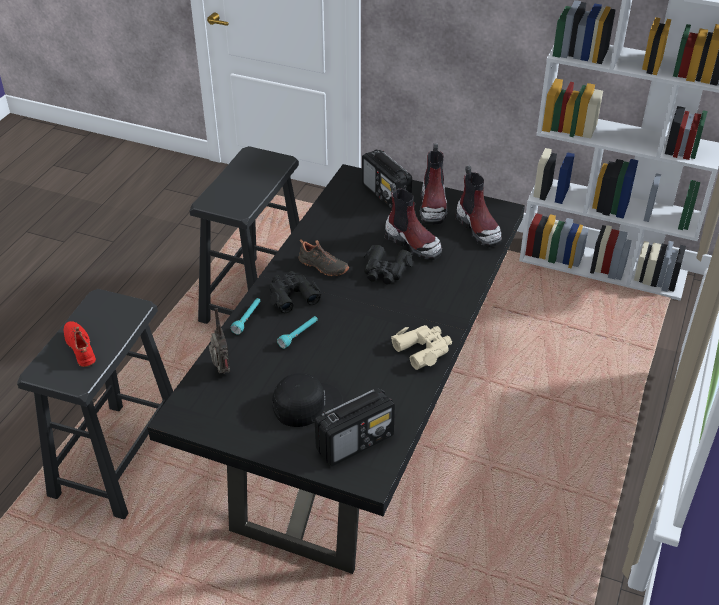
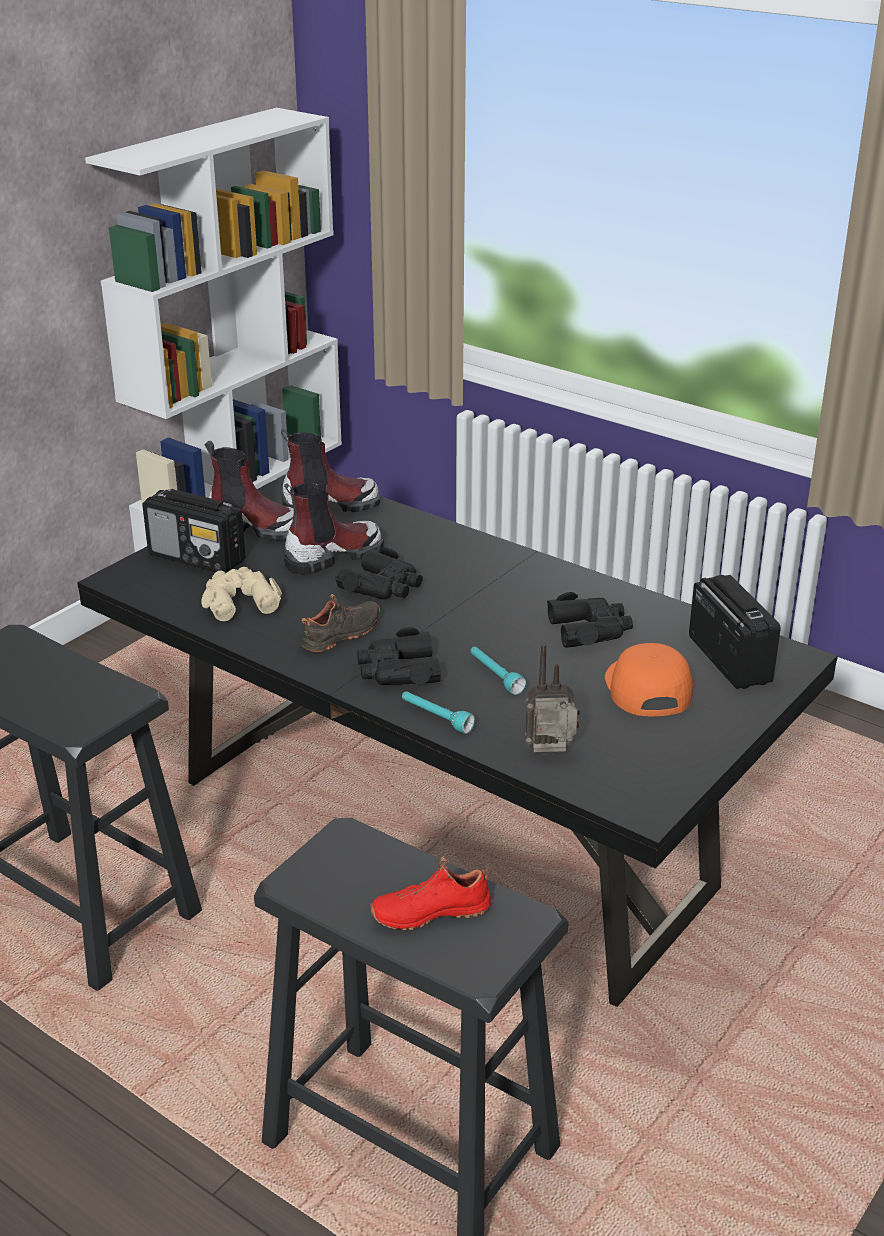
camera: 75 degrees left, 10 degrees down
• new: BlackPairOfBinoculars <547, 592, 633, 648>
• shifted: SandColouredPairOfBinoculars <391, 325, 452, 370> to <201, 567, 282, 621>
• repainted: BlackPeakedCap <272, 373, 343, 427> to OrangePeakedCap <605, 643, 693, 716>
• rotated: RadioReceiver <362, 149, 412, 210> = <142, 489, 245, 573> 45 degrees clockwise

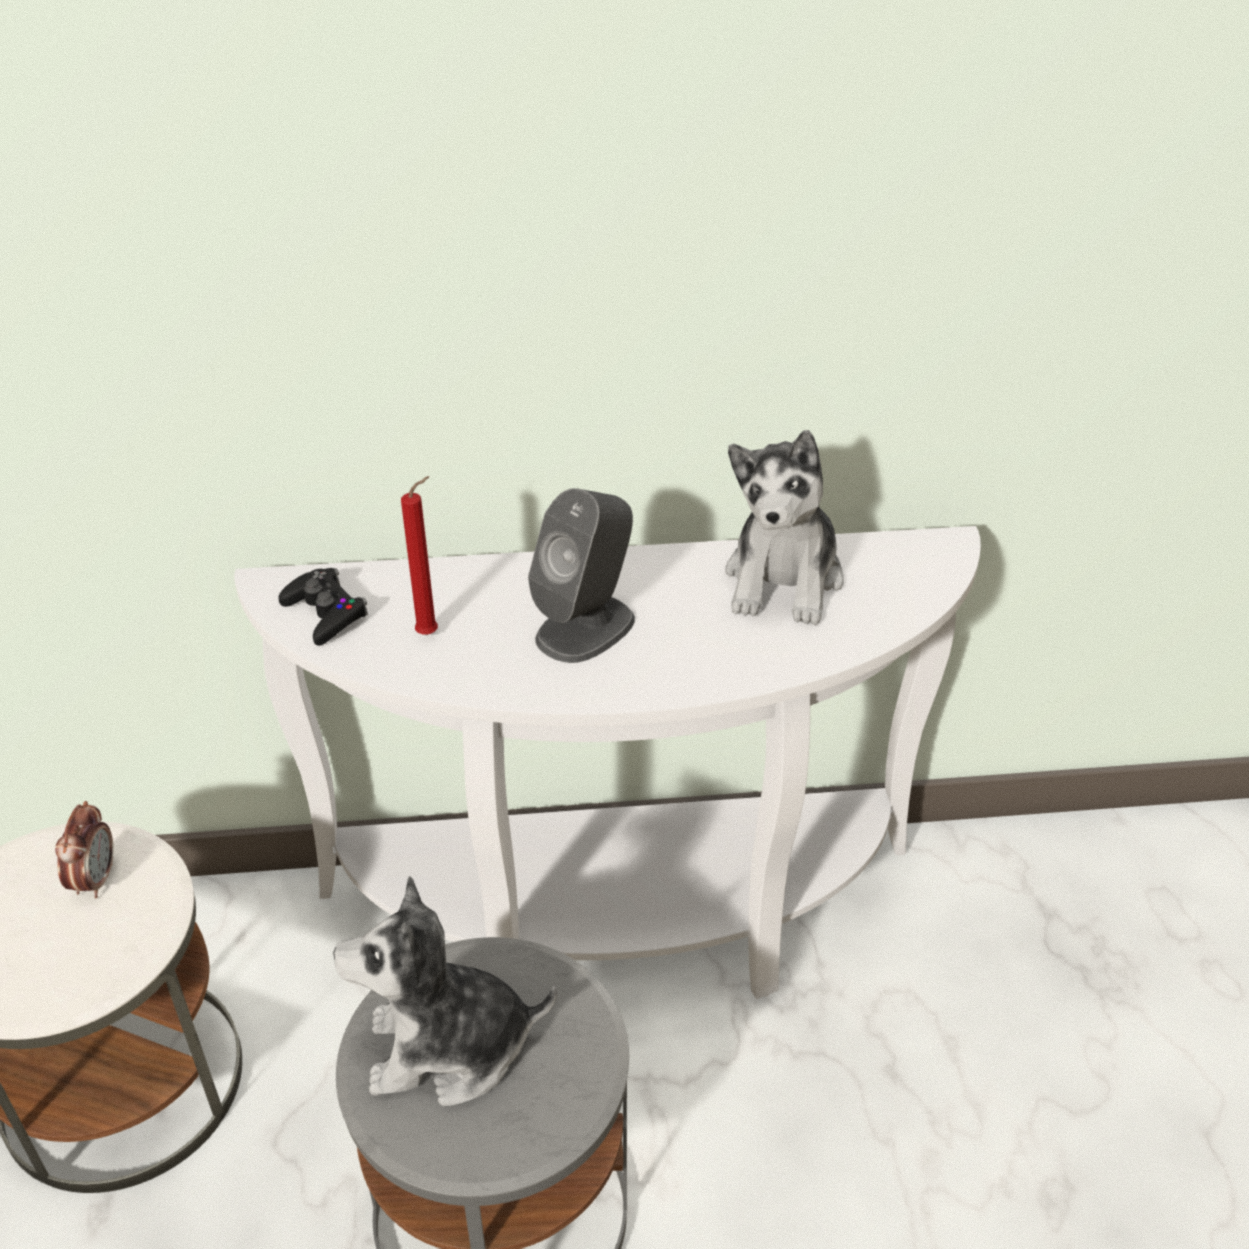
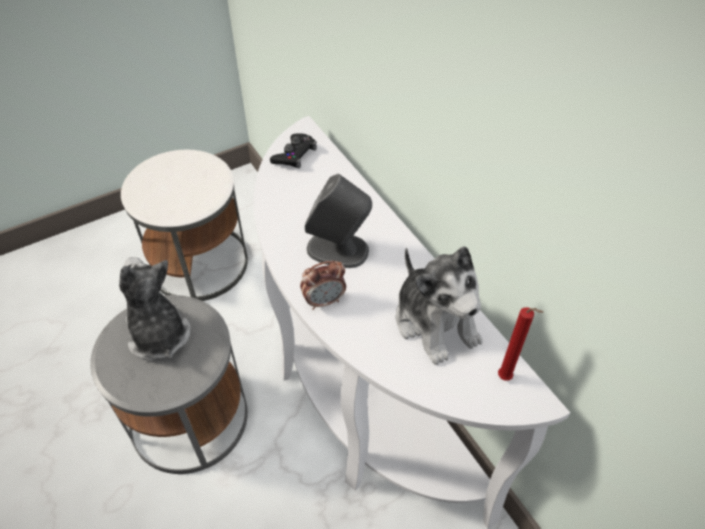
camera: 65 degrees right, 10 degrees up
• shifted: TableClock <55, 801, 114, 898> to <300, 261, 346, 310>
• shifted: RedColouredWaxLight <401, 476, 438, 635> to <498, 307, 544, 380>
• rotated: CuddlyToy <725, 430, 844, 625> = <396, 246, 483, 365> 105 degrees counterclockwise

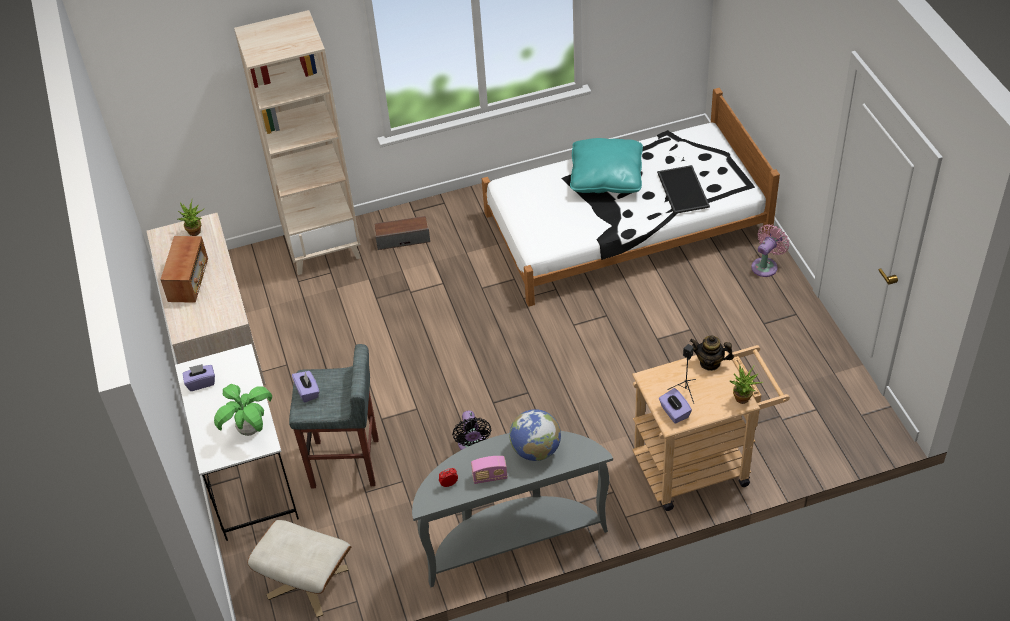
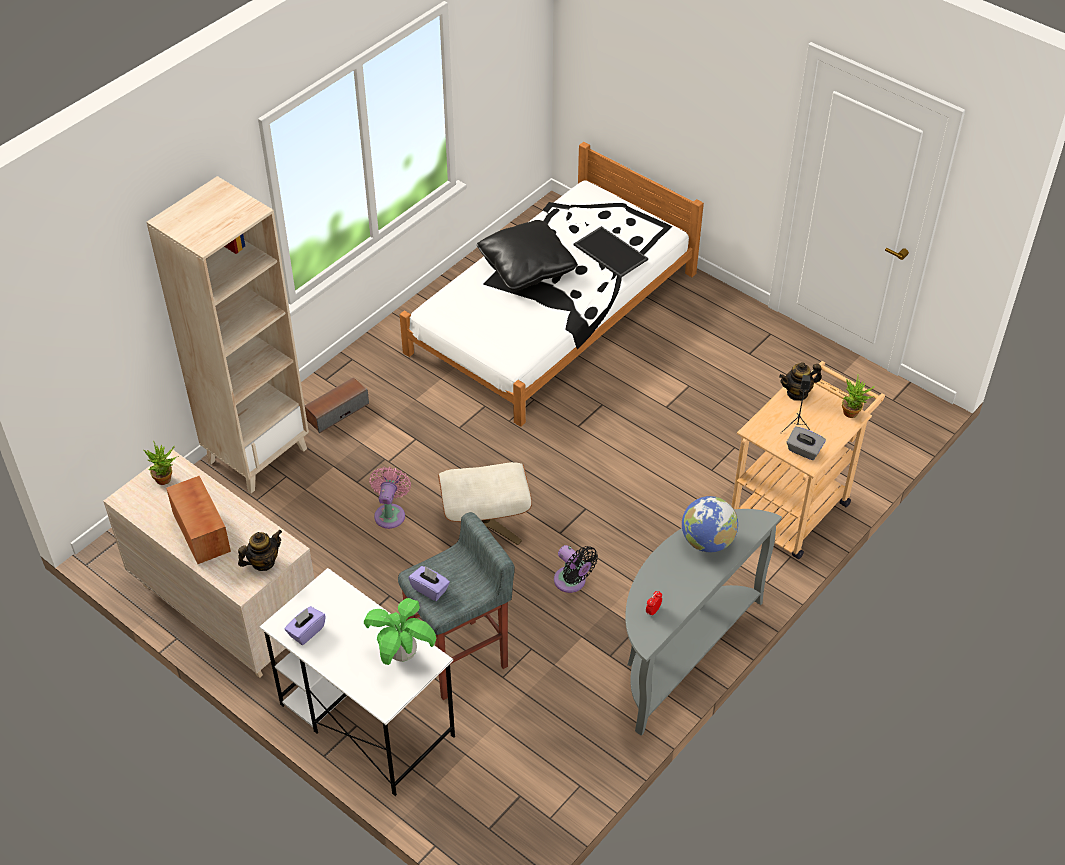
camera: 35 degrees left, 0 degrees up
• gone: RadioReceiver <471, 456, 508, 484>
• new: Teapot <238, 530, 282, 571>
• shifted: SandColouredOttoman <247, 520, 352, 617> to <438, 462, 532, 545>
• shifted: PinkColouredElectricFan <751, 224, 789, 277> to <369, 467, 411, 529>
• repainted: BlueGreenPillow <570, 138, 643, 193> to BlackPillow <477, 220, 578, 291>
• repainted: PurplishBoxOfTissues <659, 388, 692, 424> to GreyBoxOfTissues <787, 427, 826, 460>

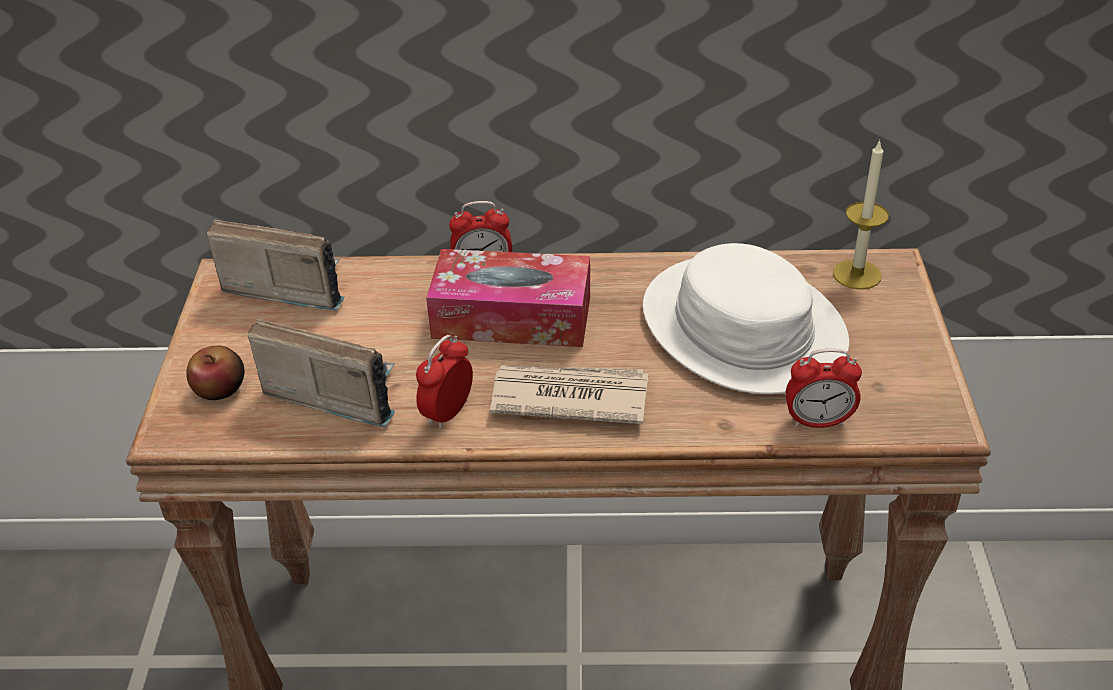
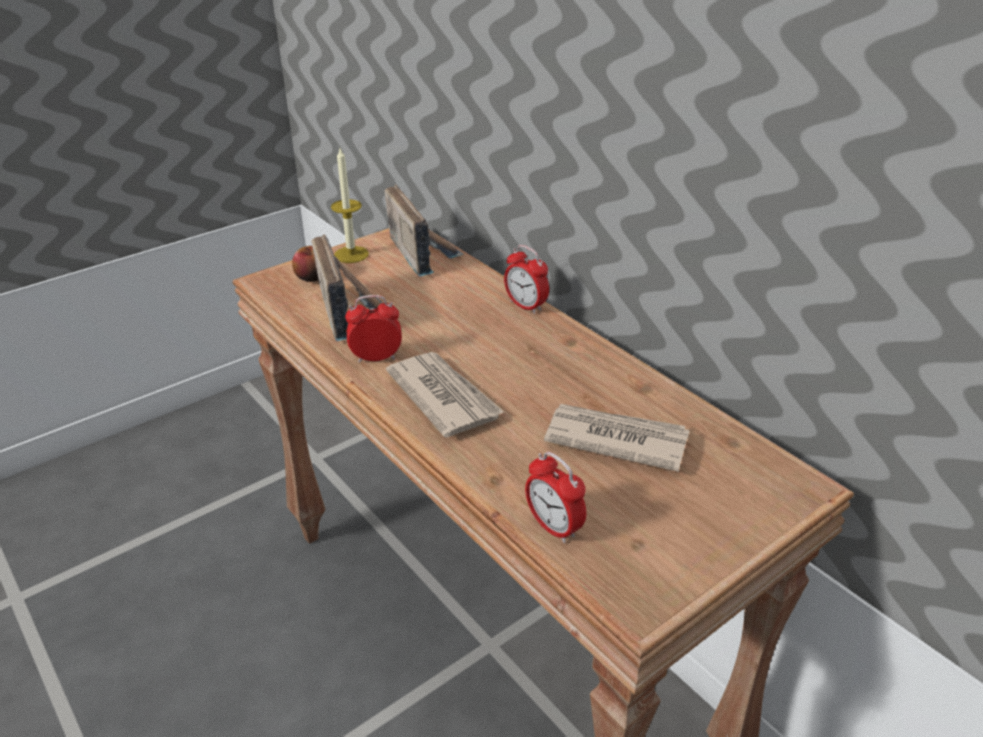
camera: 50 degrees right, 5 degrees down
• gone: BoxOfTissues <426, 249, 590, 347>
• shifted: WaxLight <833, 140, 889, 290> to <331, 148, 369, 263>
• swapped: WhiteColouredHat <643, 243, 849, 394> to PrintedPaper <544, 404, 690, 472>

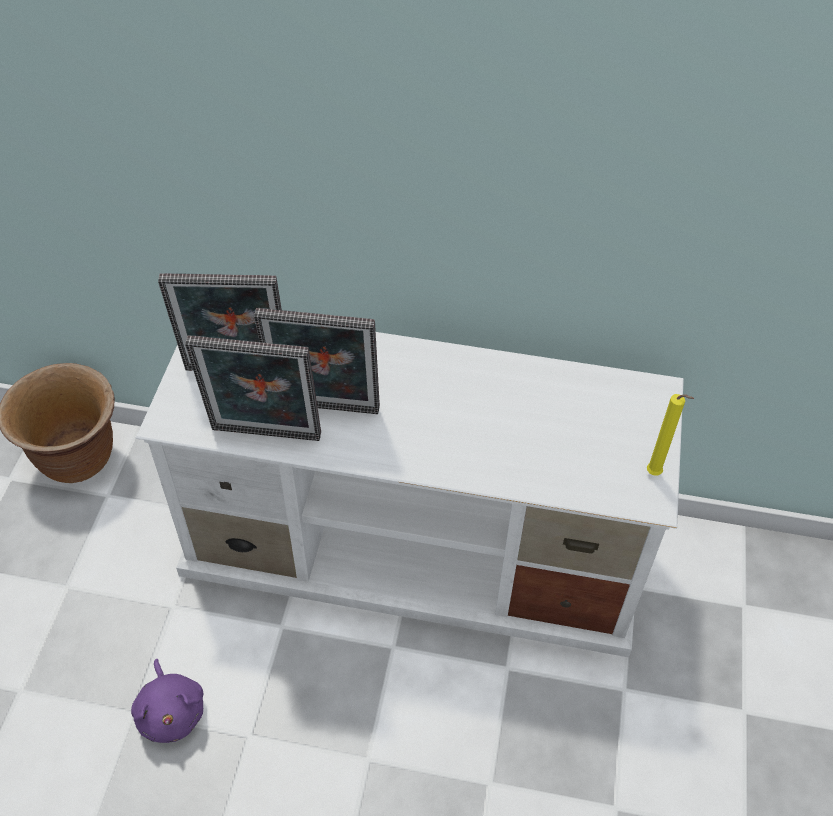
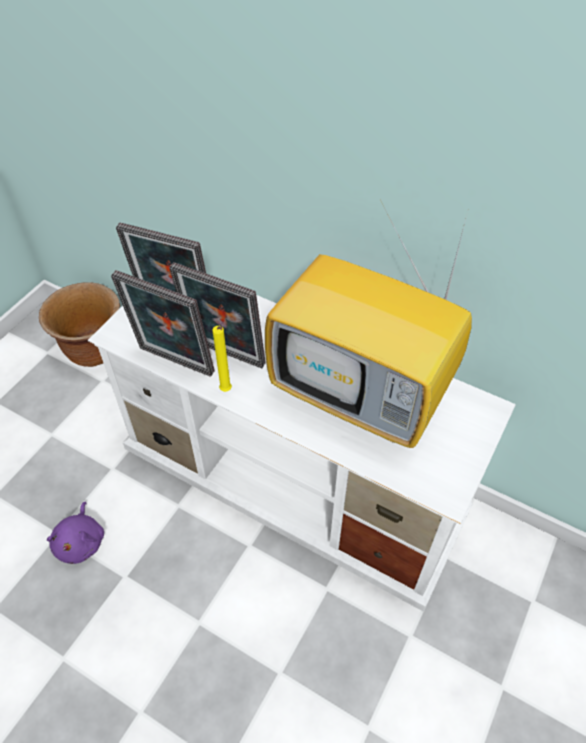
camera: 20 degrees right, 0 degrees up
• new: Television <265, 215, 472, 448>
• shifted: YellowColouredWaxLight <647, 394, 694, 476> to <212, 326, 232, 392>

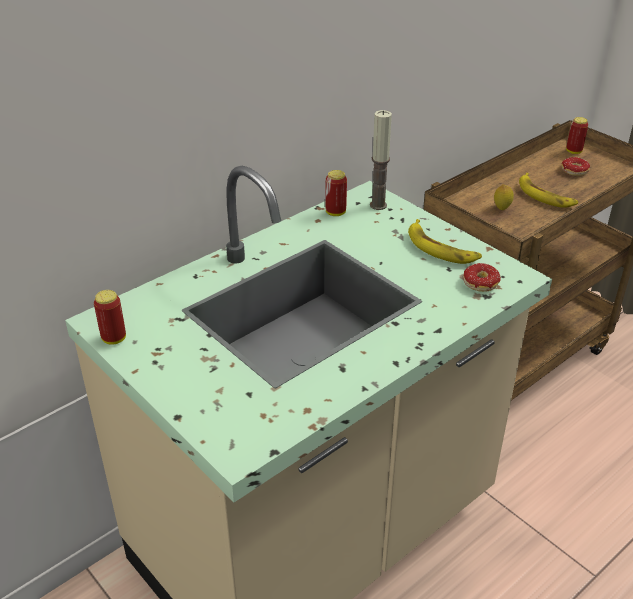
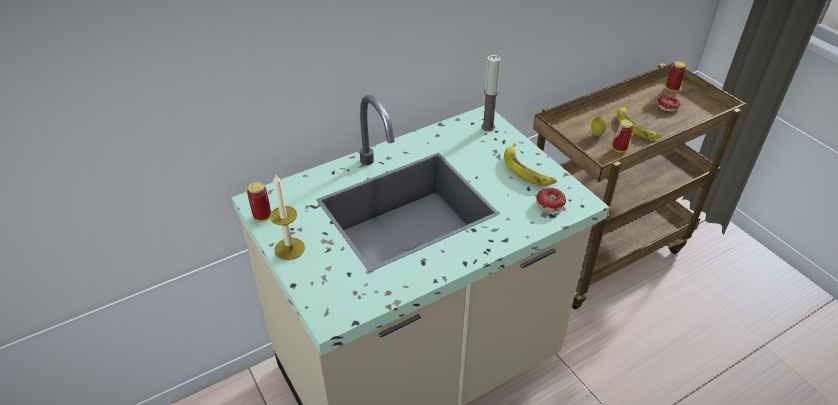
camera: 10 degrees right, 5 degrees up
• new: WaxLight <270, 173, 305, 260>
• shifted: SealedCan <325, 170, 347, 216> to <612, 120, 633, 153>

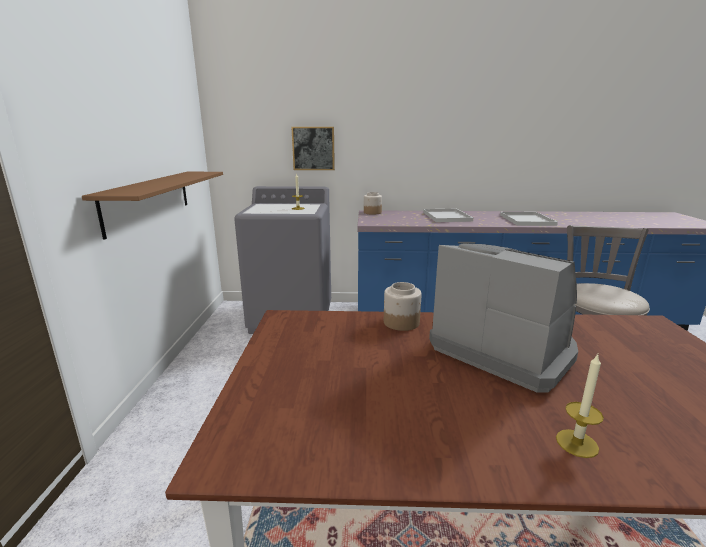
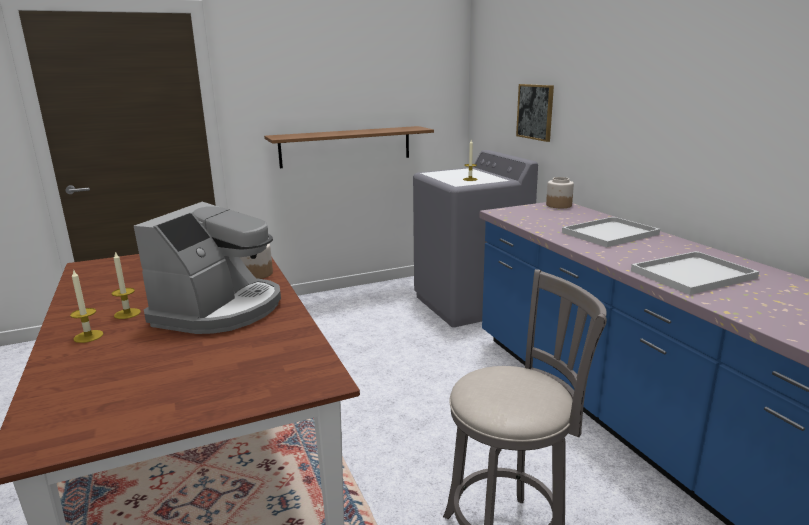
camera: 65 degrees right, 0 degrees up
• new: WaxLight <112, 251, 141, 319>

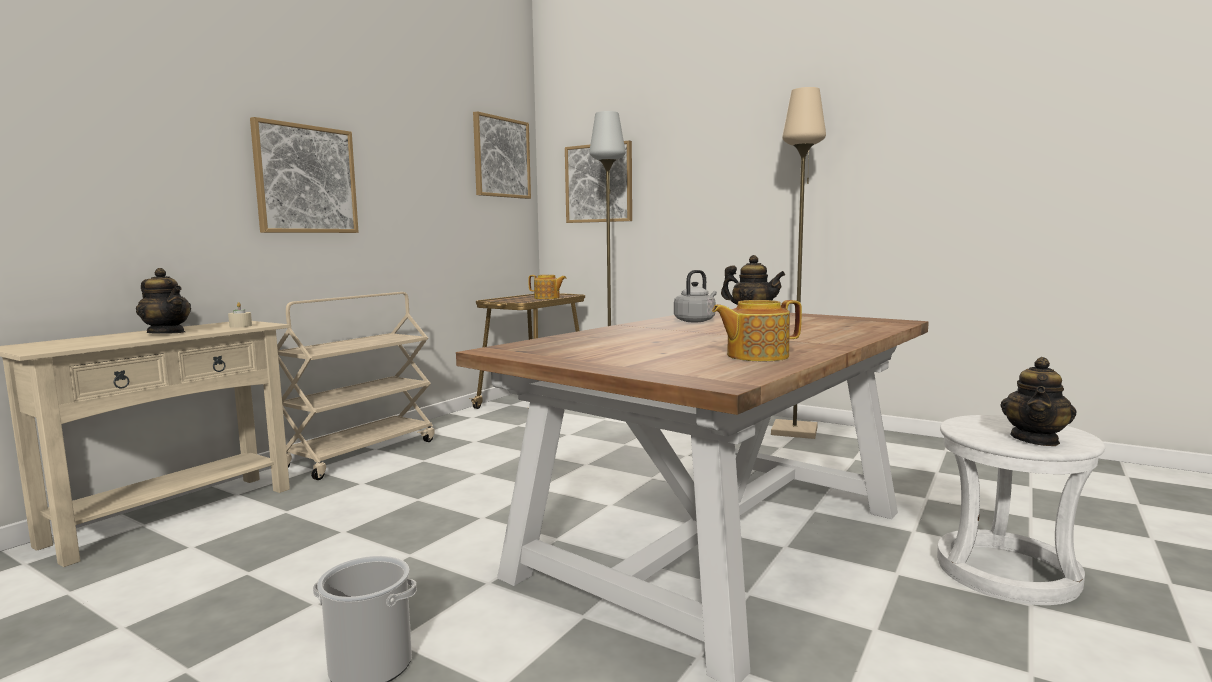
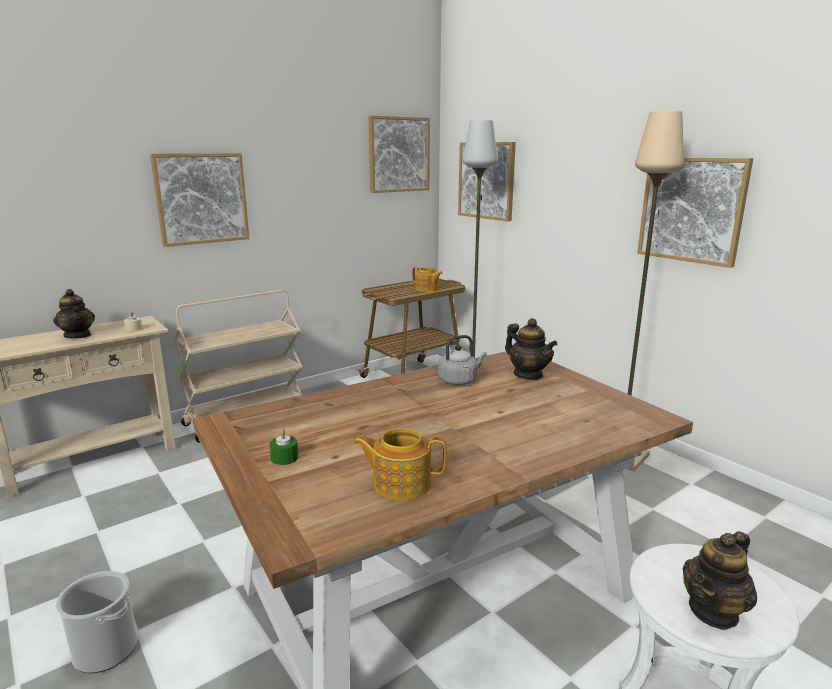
camera: 20 degrees right, 10 degrees up
• new: GreenColouredWaxLight <270, 429, 298, 465>
• new: Picture <637, 158, 753, 268>

